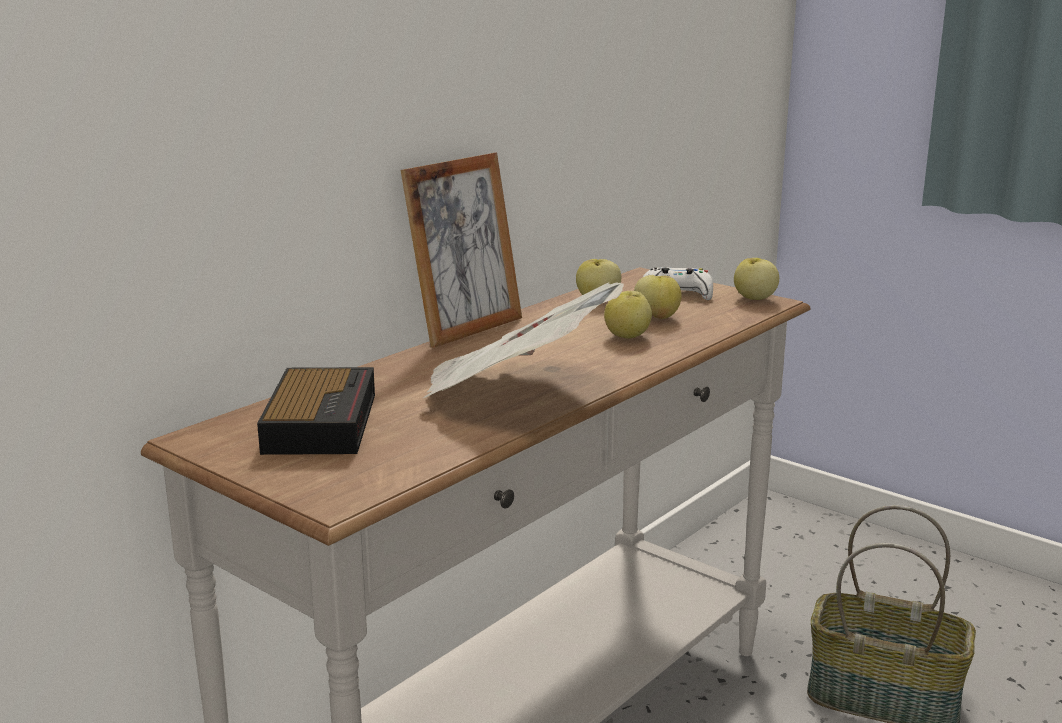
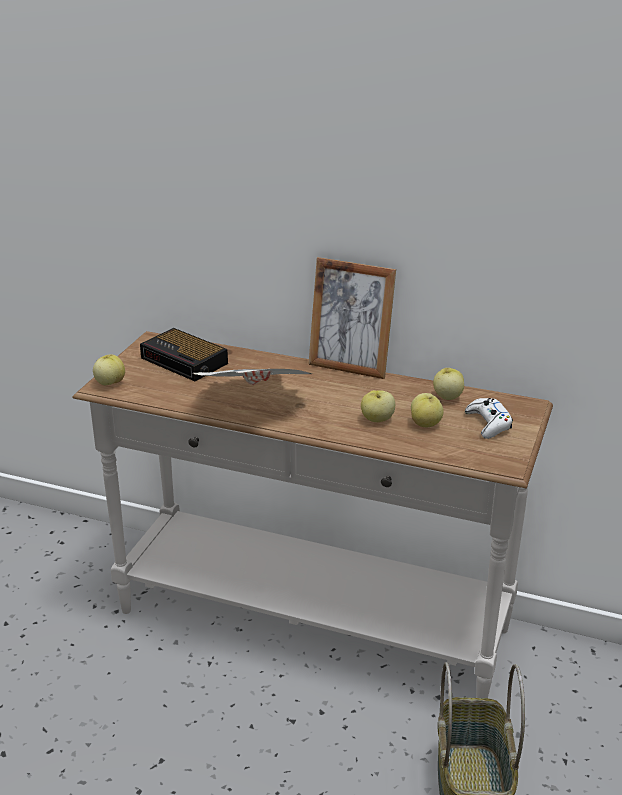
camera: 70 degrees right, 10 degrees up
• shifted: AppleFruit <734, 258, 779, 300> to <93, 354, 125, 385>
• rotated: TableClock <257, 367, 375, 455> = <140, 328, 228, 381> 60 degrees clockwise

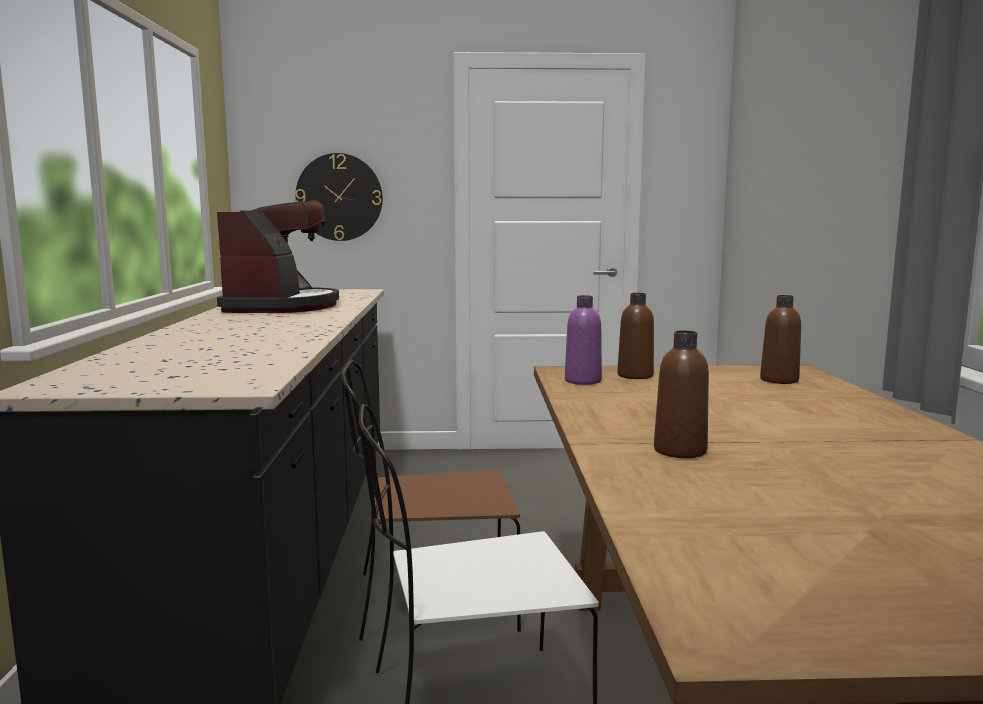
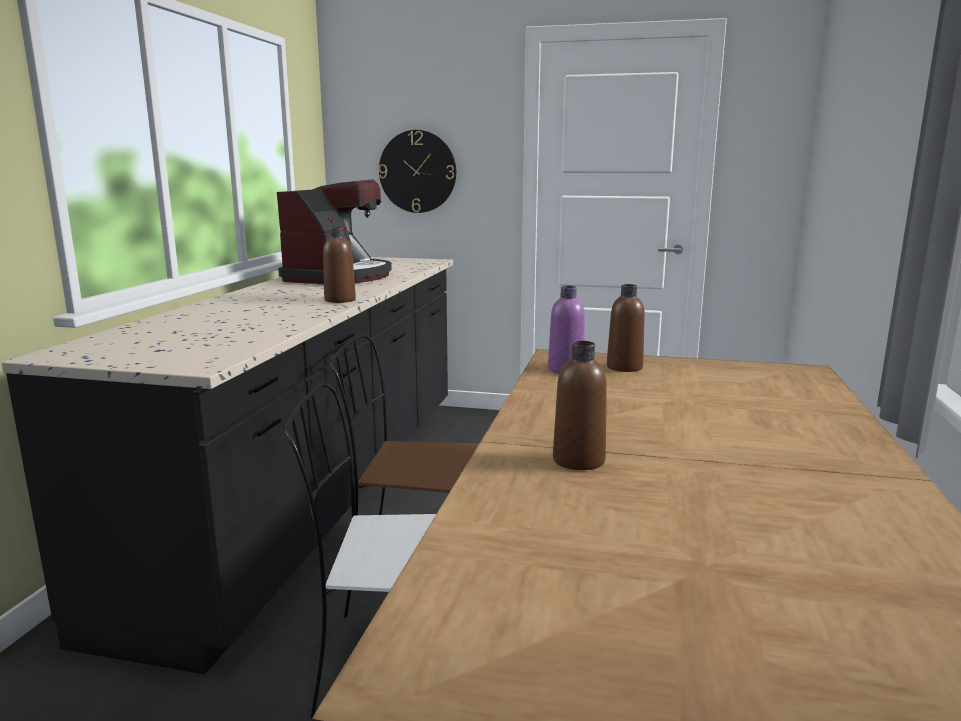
camera: 15 degrees right, 5 degrees up
• shifted: BrownBottle <760, 295, 801, 384> to <323, 227, 356, 303>

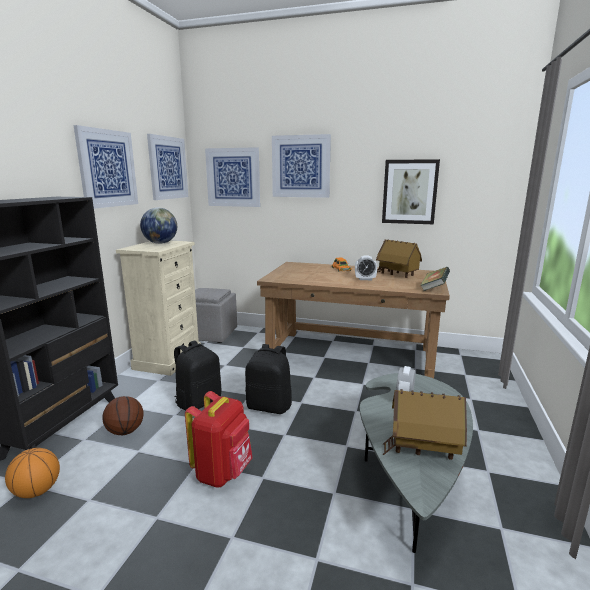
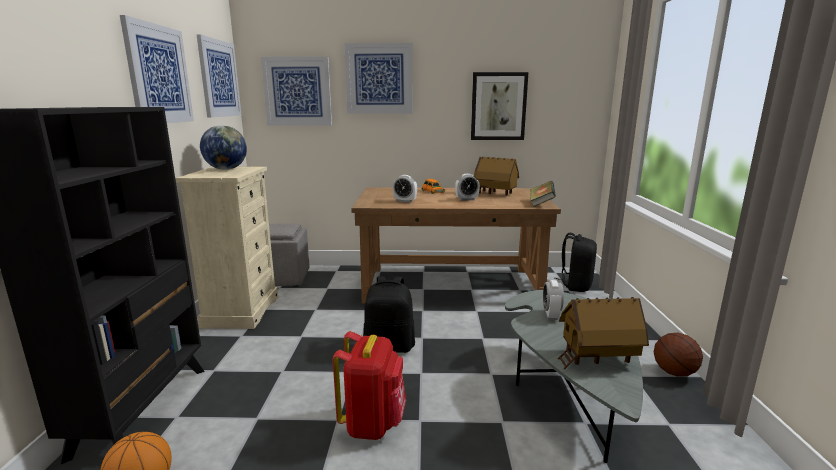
camera: 15 degrees left, 0 degrees up
• new: TableClock <393, 175, 417, 203>
• shifted: BasketballBall <102, 396, 144, 435> to <654, 333, 703, 377>
• shifted: BlackKnapsack <174, 341, 221, 411> to <555, 233, 597, 292>

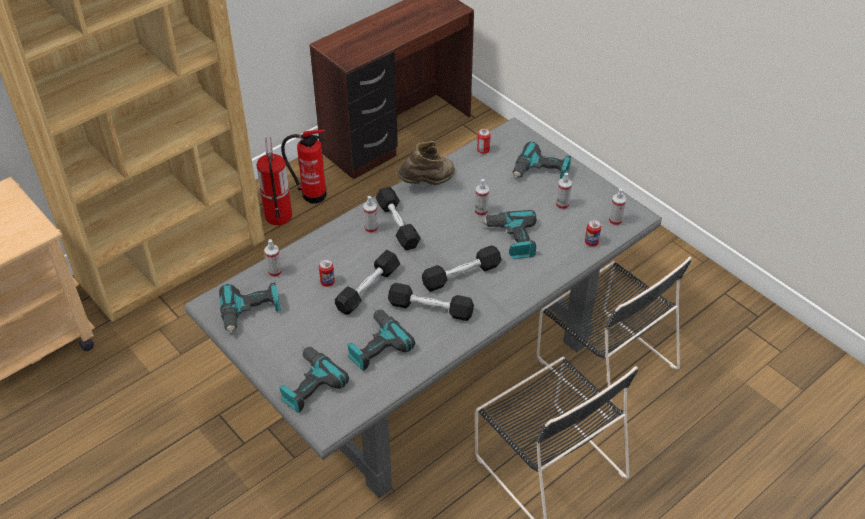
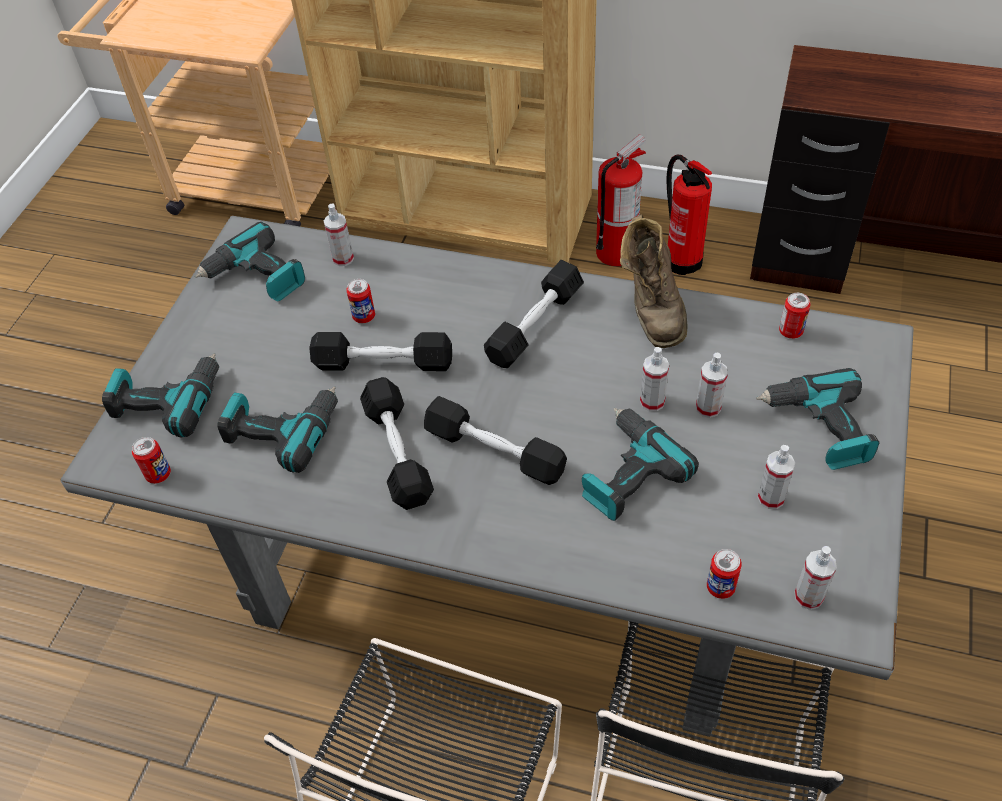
camera: 60 degrees right, 5 degrees up
• new: SealedCan <132, 437, 171, 484>
• shifted: SprayBottle <363, 196, 378, 233> to <696, 352, 728, 418>
• rotated: BrownHighTopBoot <397, 141, 455, 185> = <620, 214, 688, 348> 60 degrees clockwise

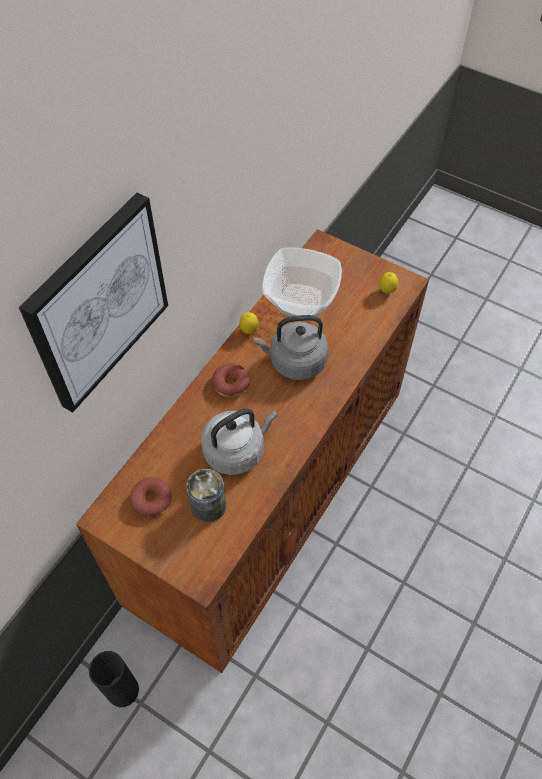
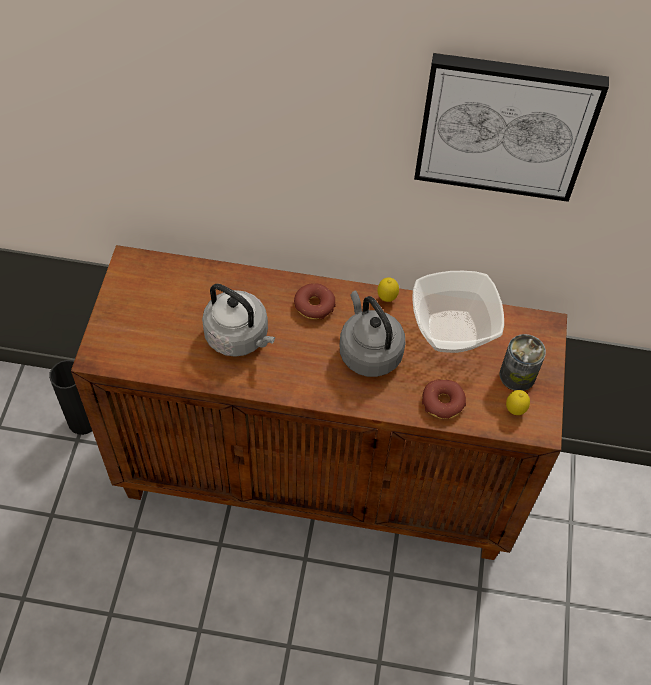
camera: 65 degrees right, 0 degrees up
• shifted: Picture <19, 193, 168, 413> to <414, 53, 609, 202>
• shifted: Donut <130, 477, 171, 519> to <422, 379, 466, 419>
• shifted: SealedCan <186, 469, 226, 523> to <499, 334, 546, 391>

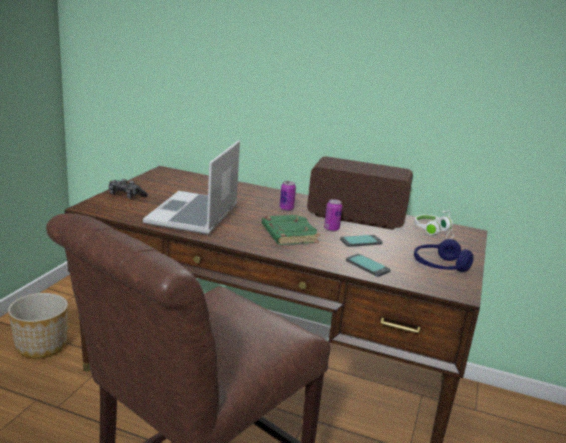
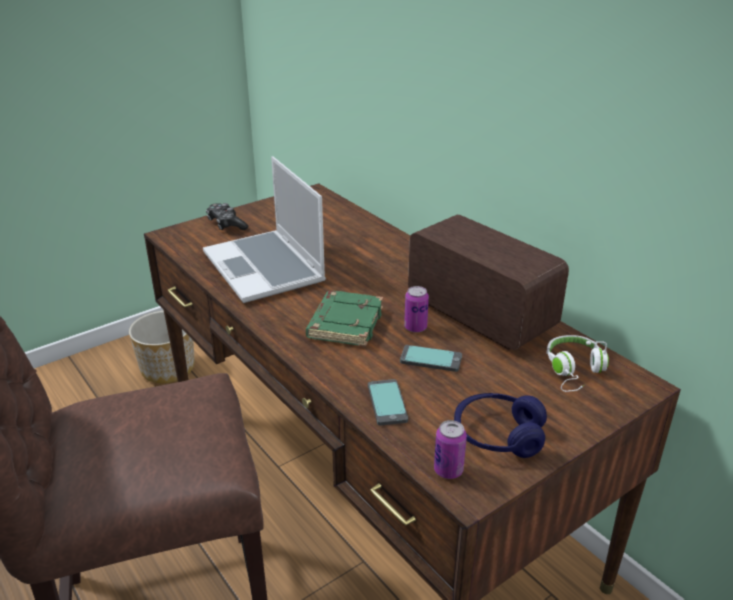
camera: 35 degrees right, 10 degrees up
• shifted: SealedCan <280, 181, 296, 211> to <434, 420, 467, 479>
• rotated: PortableComputer <143, 140, 240, 235> = <203, 156, 326, 303> 75 degrees counterclockwise

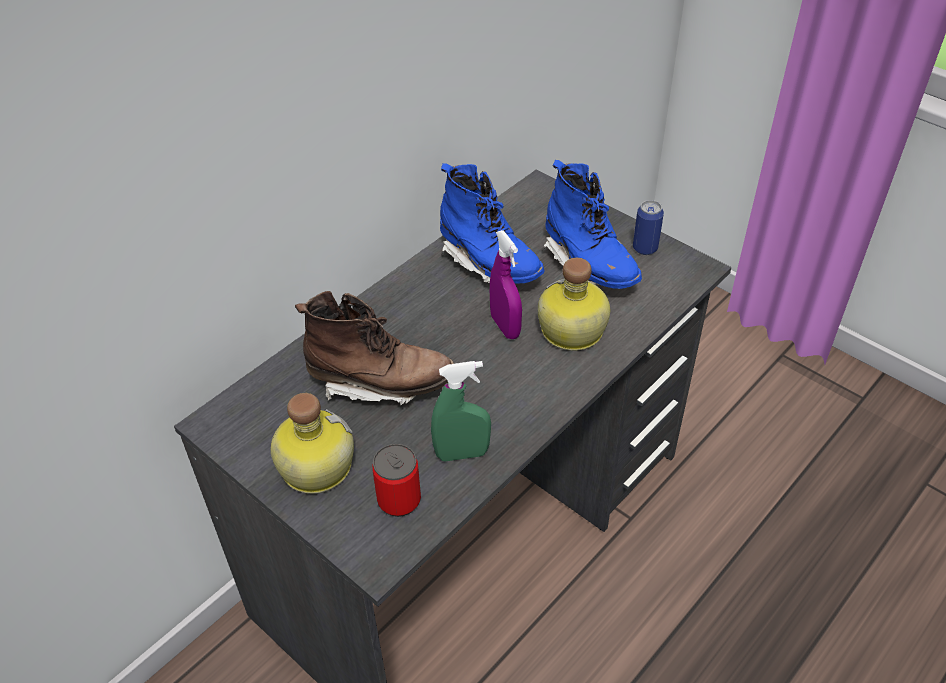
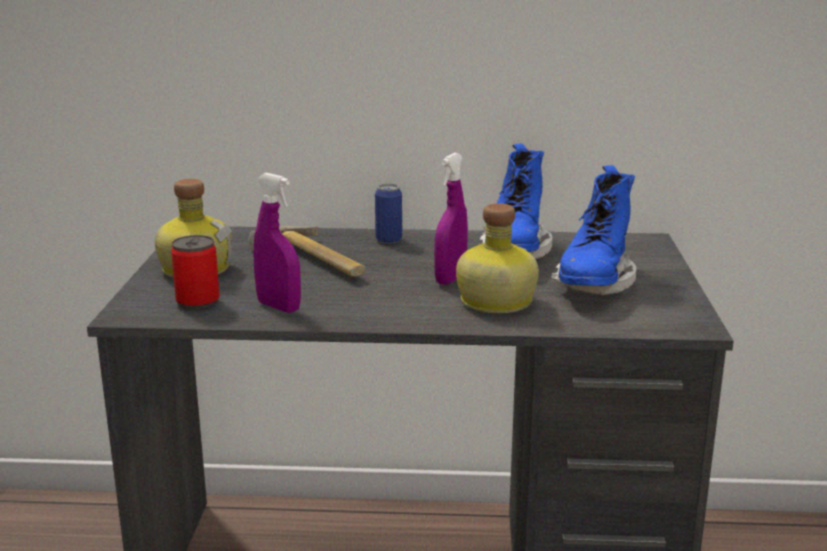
camera: 50 degrees right, 25 degrees down
• shifted: SealedCan <633, 200, 664, 255> to <375, 183, 402, 244>
• swapped: BrownHighTopBoot <295, 291, 454, 405> to HandHammer <248, 226, 365, 277>
• repainted: GreenColouredSprayBottle <431, 361, 491, 462> to PurplishSprayBottle <254, 173, 301, 313>

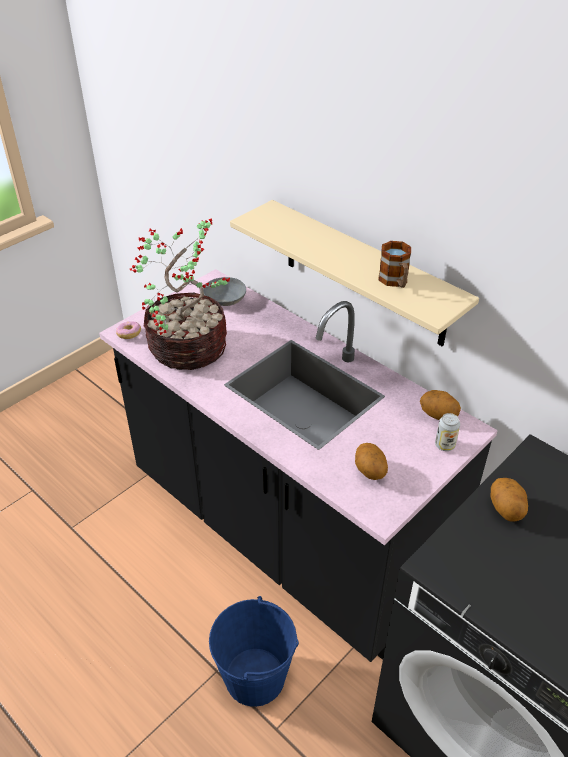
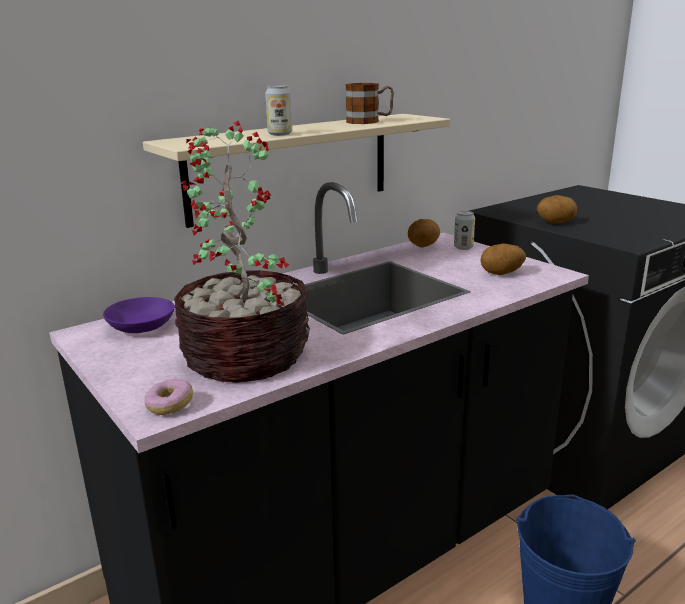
camera: 80 degrees left, 20 degrees down
• new: SealedCan <265, 85, 292, 136>
• repainted: GreyServingBowl <203, 277, 246, 306> to PurplishServingBowl <103, 297, 175, 333>

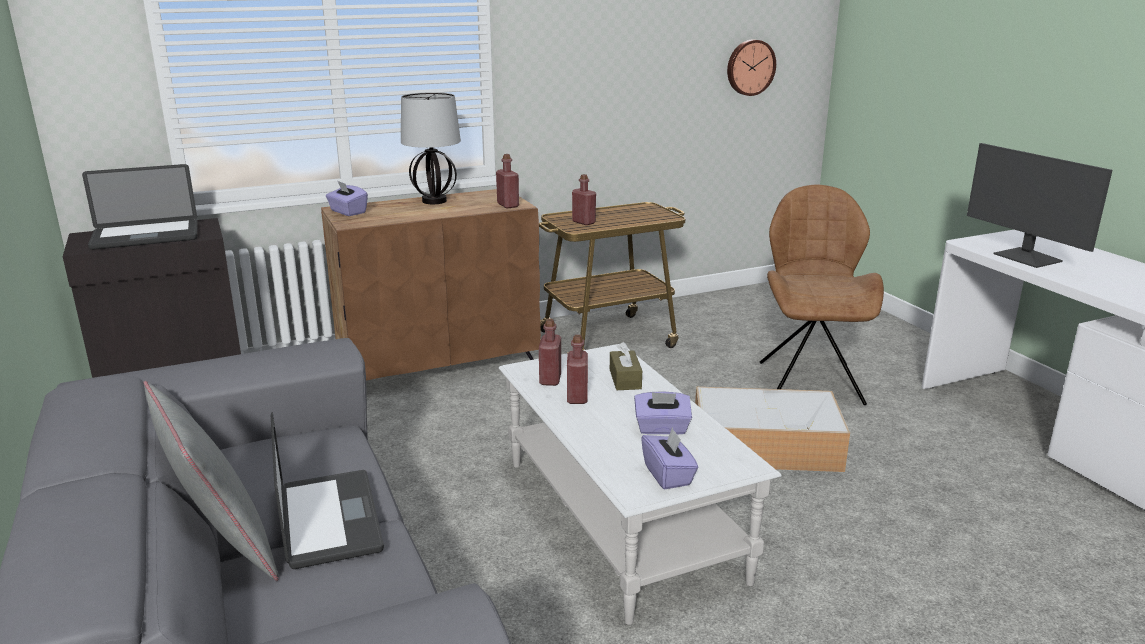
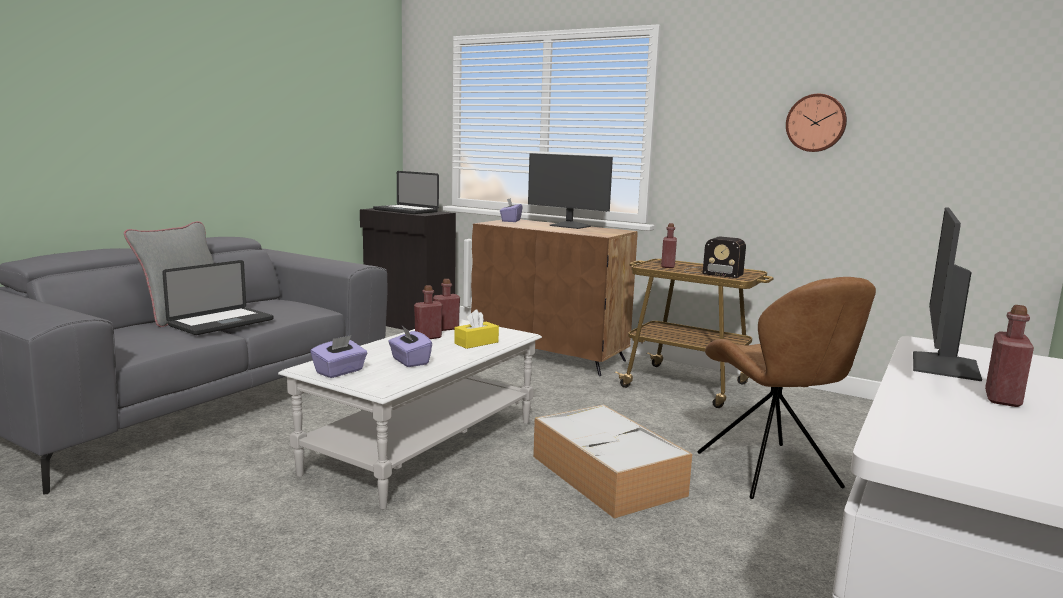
camera: 55 degrees right, 10 degrees down
• new: RadioReceiver <684, 237, 746, 278>
• shifted: RedColouredBottle <496, 154, 519, 208> to <985, 305, 1034, 407>
• shifted: WallClock <727, 40, 776, 96> to <786, 94, 847, 152>
• swapped: TableLamp <401, 92, 461, 204> to ComputerScreen <528, 153, 613, 229>
• repainted: BrownBoxOfTissues <610, 342, 642, 390> to YellowColouredBoxOfTissues <454, 310, 499, 349>
• rotated: BrownChair <760, 185, 884, 405> = <697, 277, 876, 499> 105 degrees clockwise

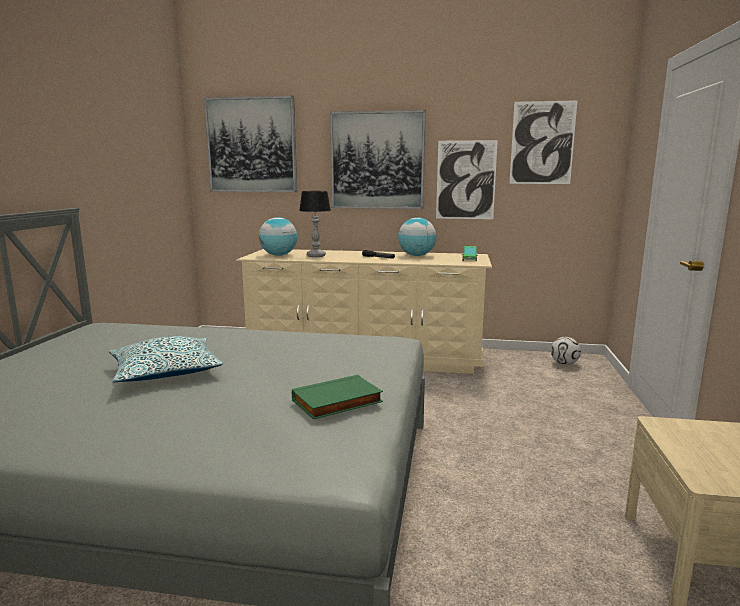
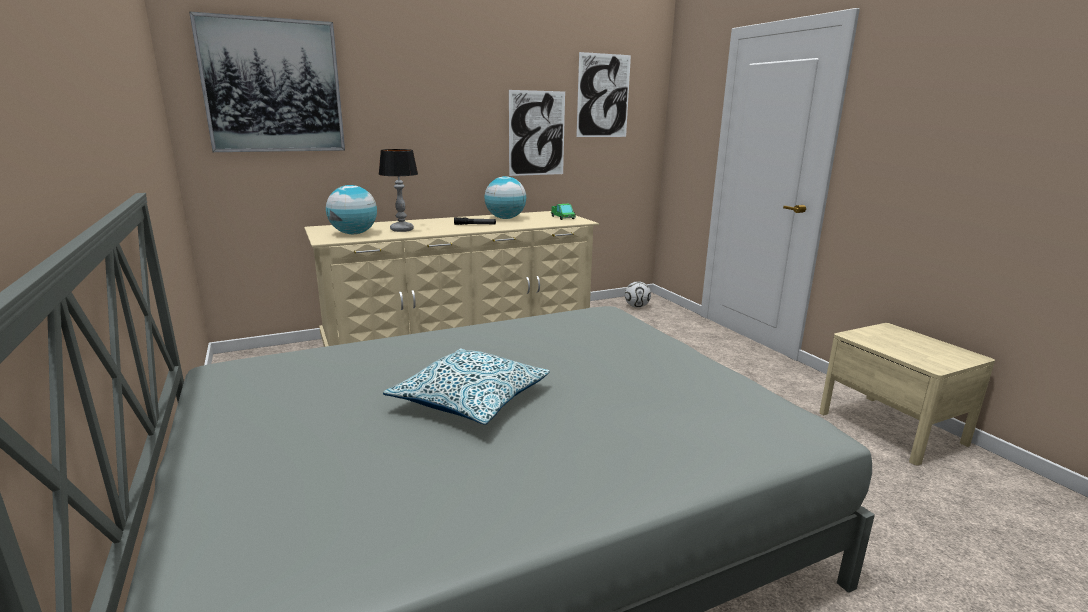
camera: 35 degrees left, 5 degrees up
• gone: GreenColouredVolume <292, 375, 383, 420>
• gone: Picture <330, 110, 426, 209>

